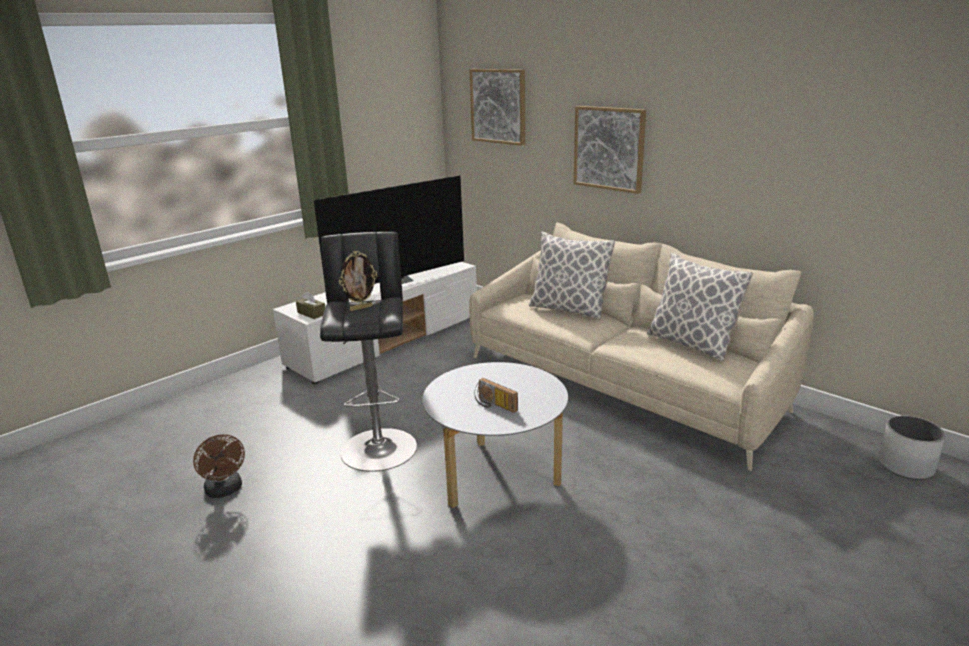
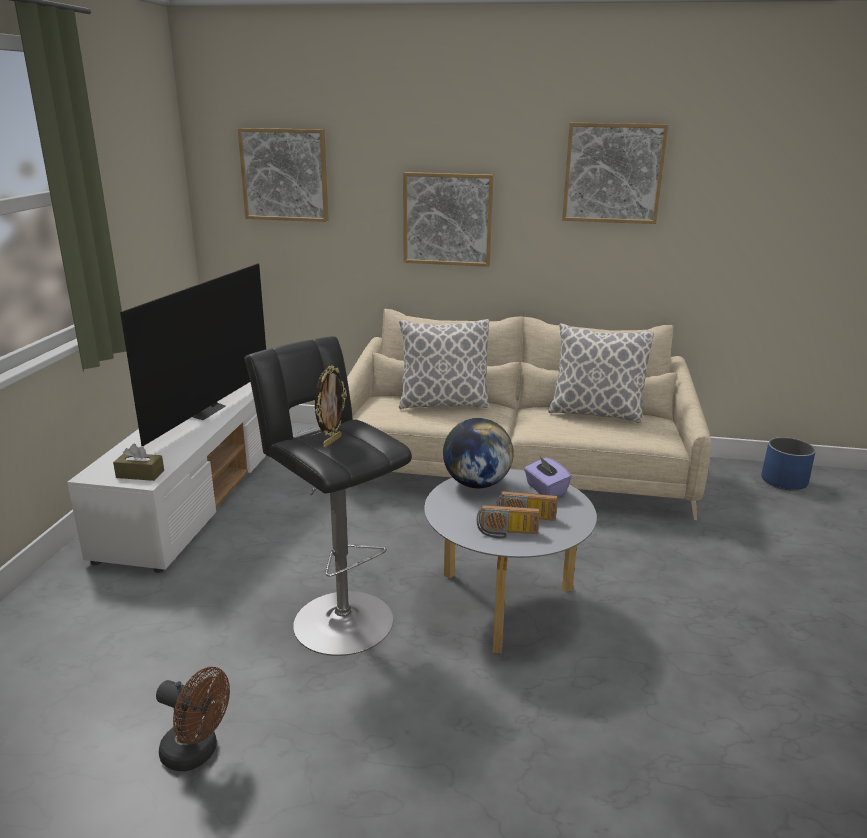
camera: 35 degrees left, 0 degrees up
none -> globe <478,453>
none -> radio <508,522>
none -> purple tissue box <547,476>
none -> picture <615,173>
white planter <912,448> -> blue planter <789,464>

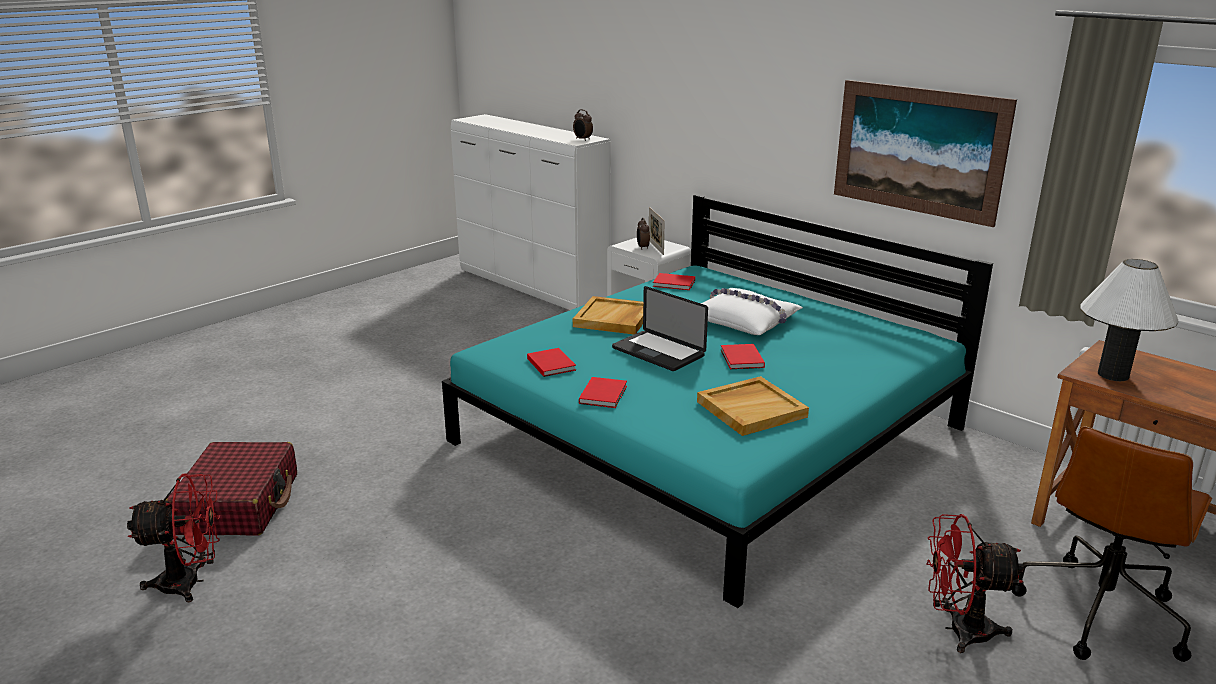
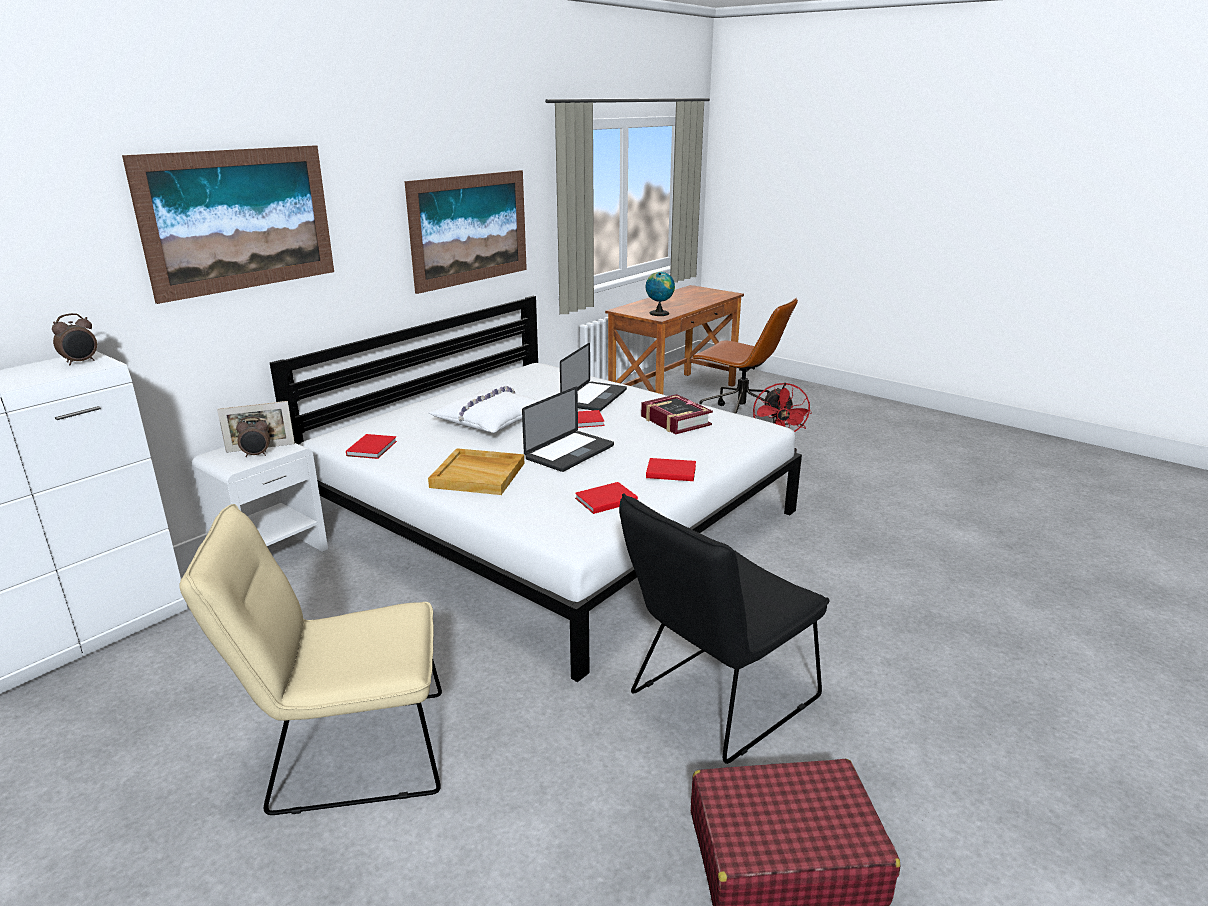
camera: 95 degrees left, 0 degrees up
red fan <173,537> -> none
none -> picture <228,224>
none -> beige chair <310,659>
none -> laptop <593,377>
none -> black chair <724,628>
beige tray <753,406> -> book <677,414>
white table lamp <1129,320> -> globe <660,294>
turquoise bed <717,401> -> white bed <536,489>

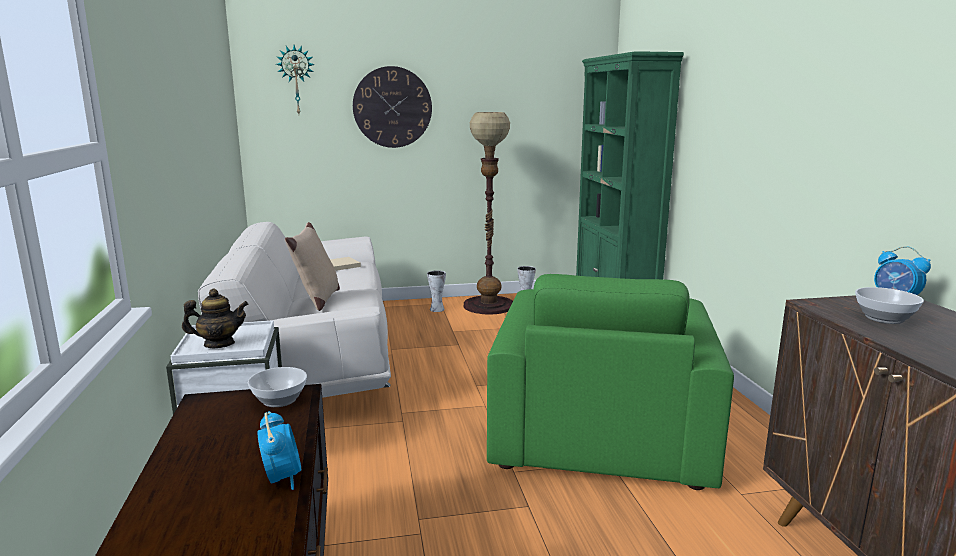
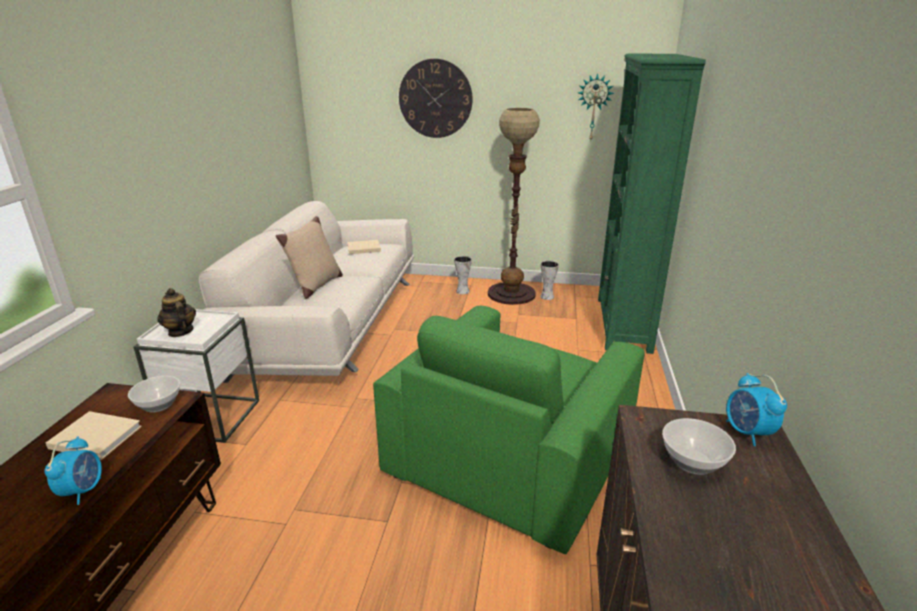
camera: 20 degrees right, 10 degrees up
none -> beige book <94,435>
wall clock <295,79> -> wall clock <596,107>, moved
teapot <215,318> -> teapot <176,312>, 135 degrees counterclockwise

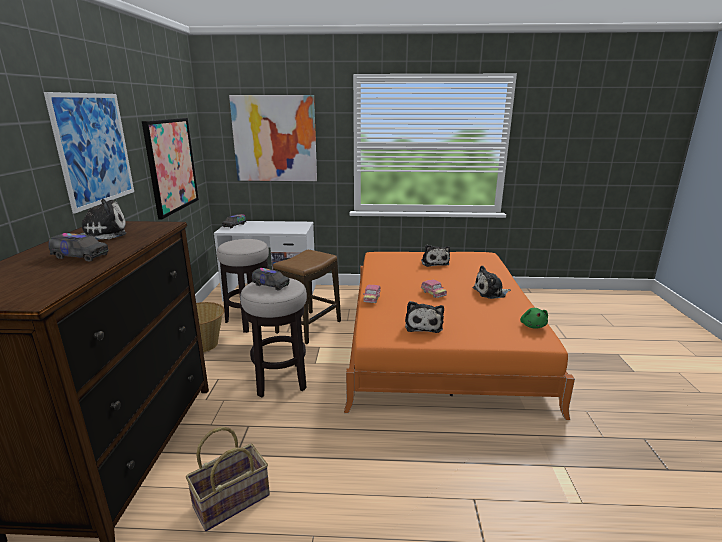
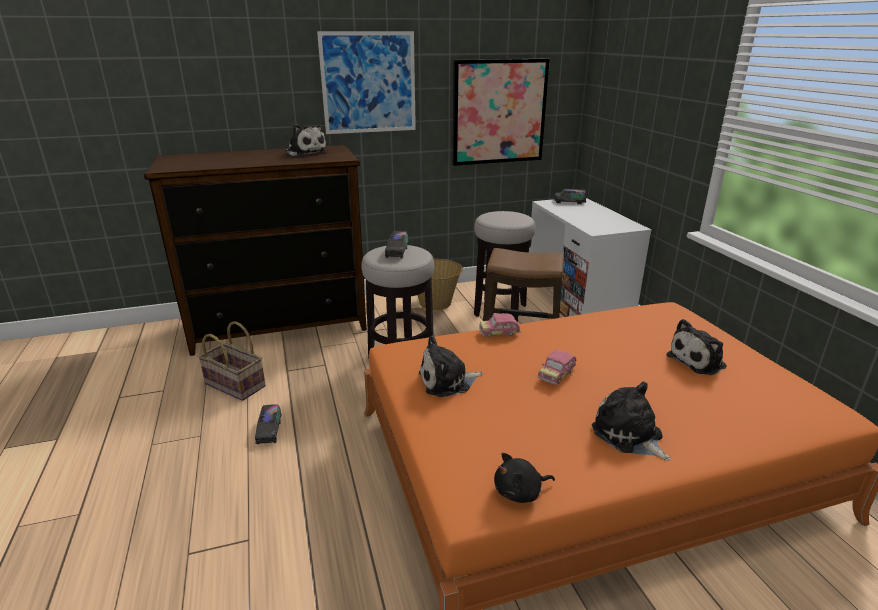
camera: 70 degrees right, 5 degrees up
picture <273,138> -> none
toy truck <78,247> -> toy truck <268,424>, moved
green plush toy <534,318> -> black plush toy <524,478>

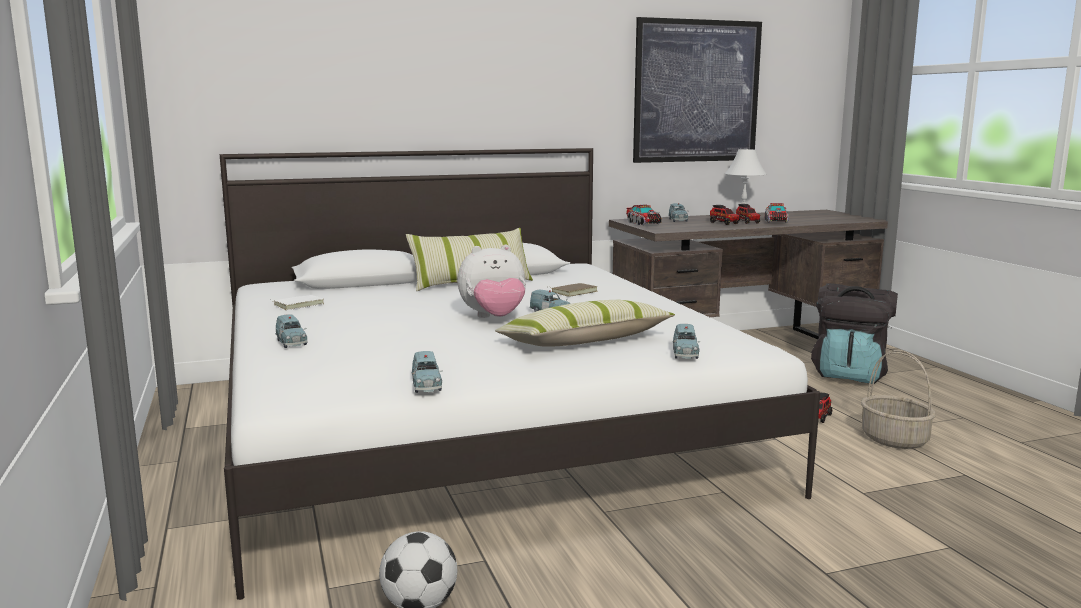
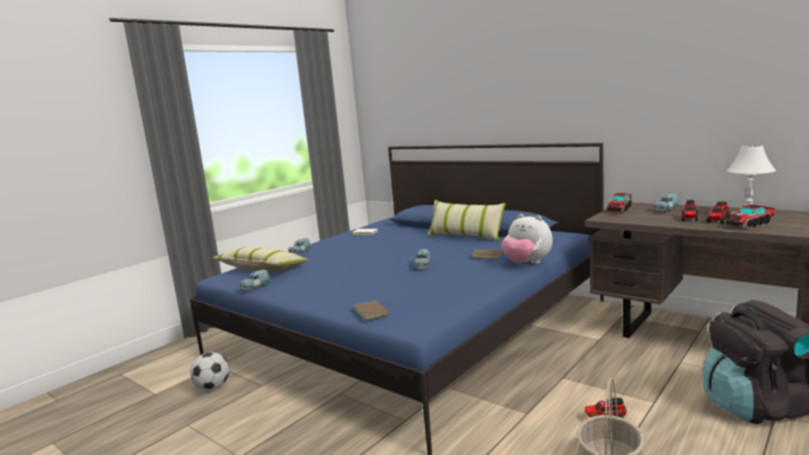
camera: 60 degrees right, 0 degrees up
picture <697,90> -> none
plush toy <492,281> -> plush toy <527,239>, moved
pillow <585,323> -> pillow <261,259>, moved
blue toy car <687,341> -> brown book <371,309>
white bed <520,374> -> blue bed <397,299>

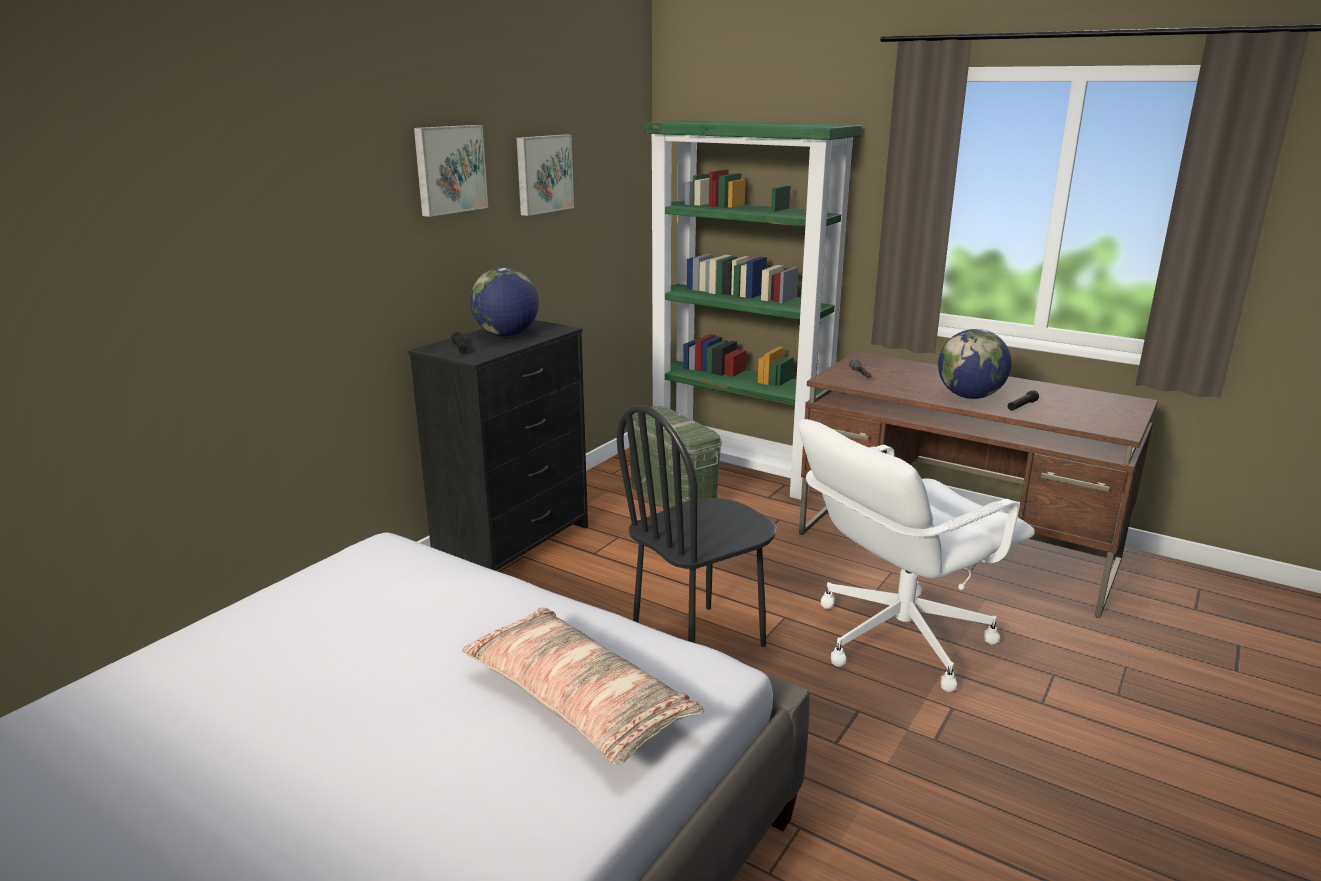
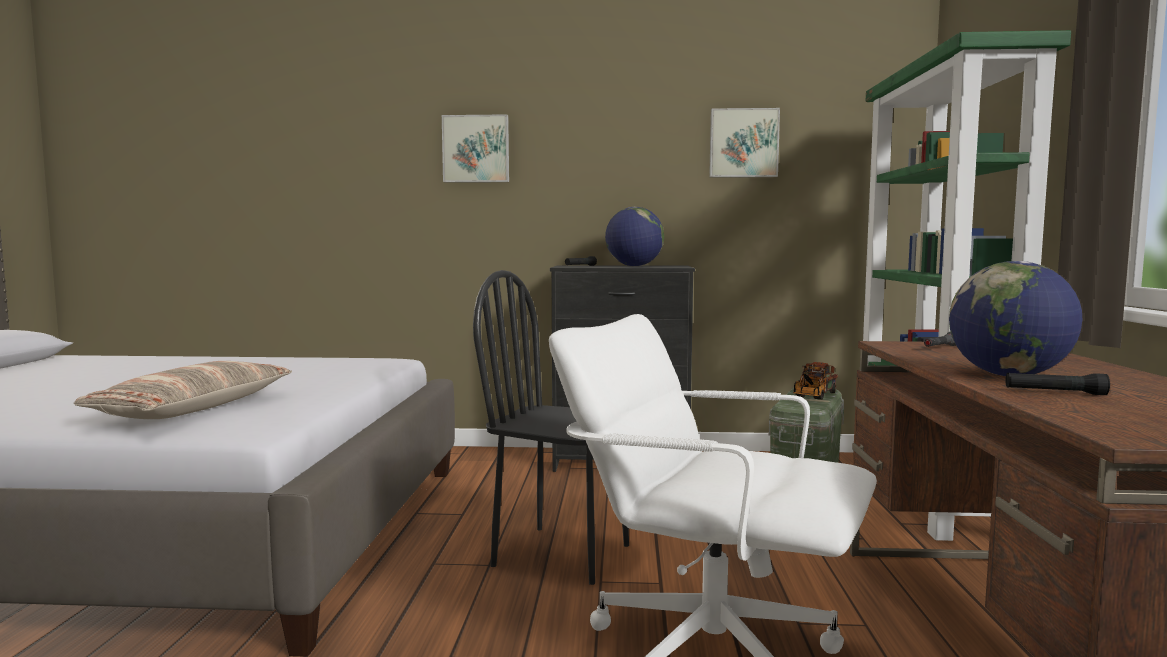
camera: 60 degrees right, 15 degrees down
none -> toy truck <815,381>
picture <451,171> -> picture <475,148>, moved

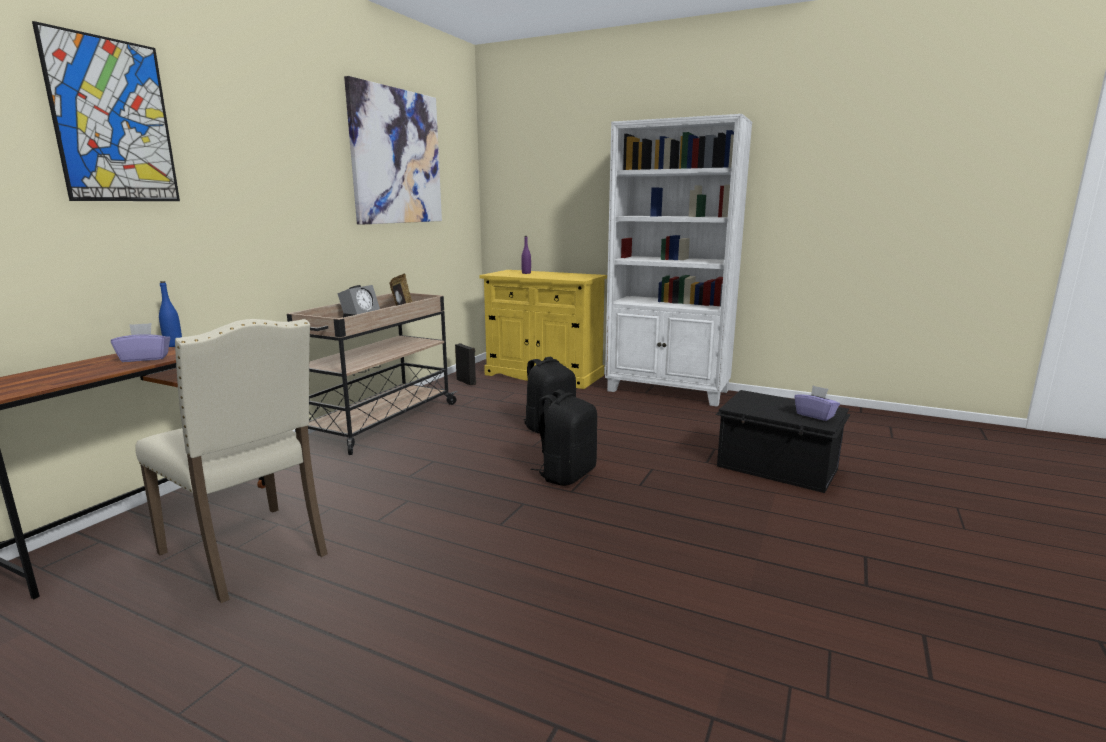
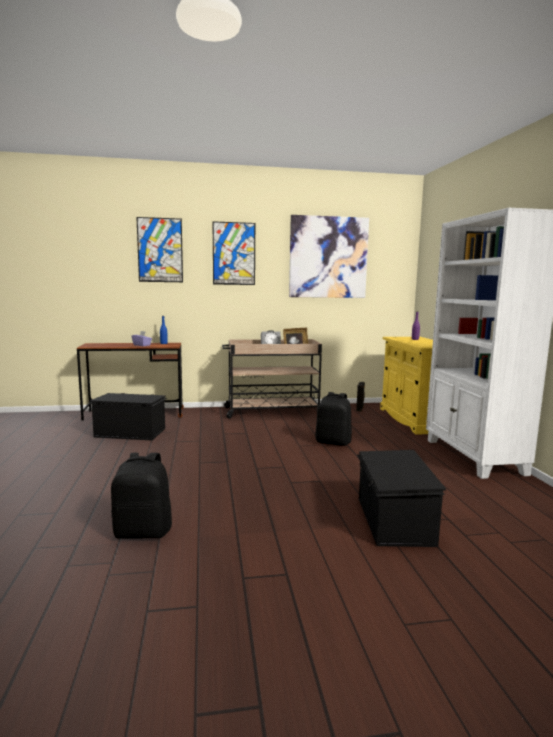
camera: 55 degrees right, 5 degrees down
purple tissue box <817,403> -> none
none -> picture <234,253>
black backpack <563,438> -> black backpack <141,495>, moved
beige chair <231,461> -> black storage box <128,416>

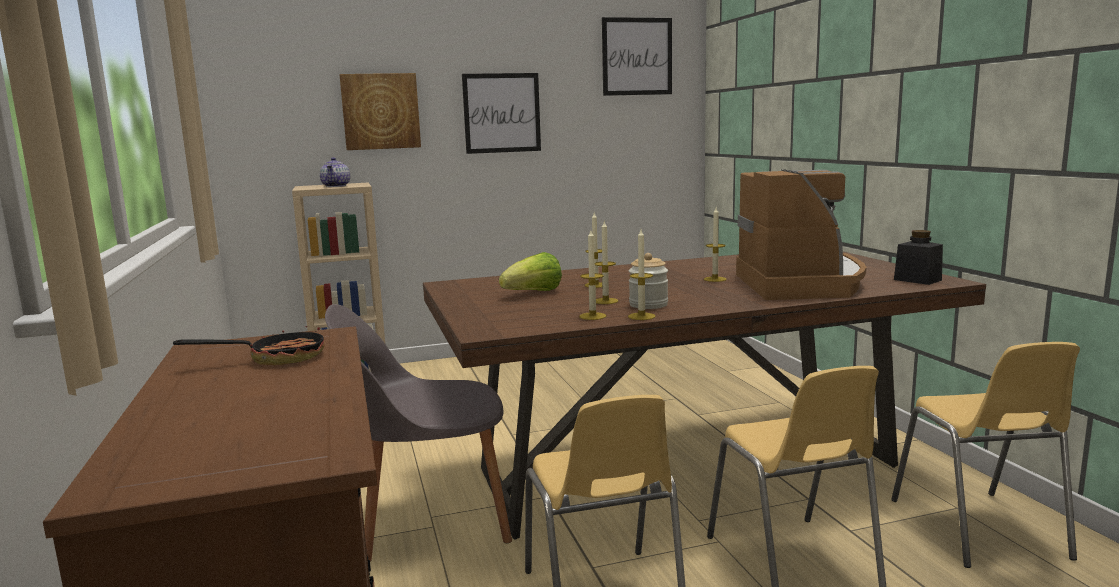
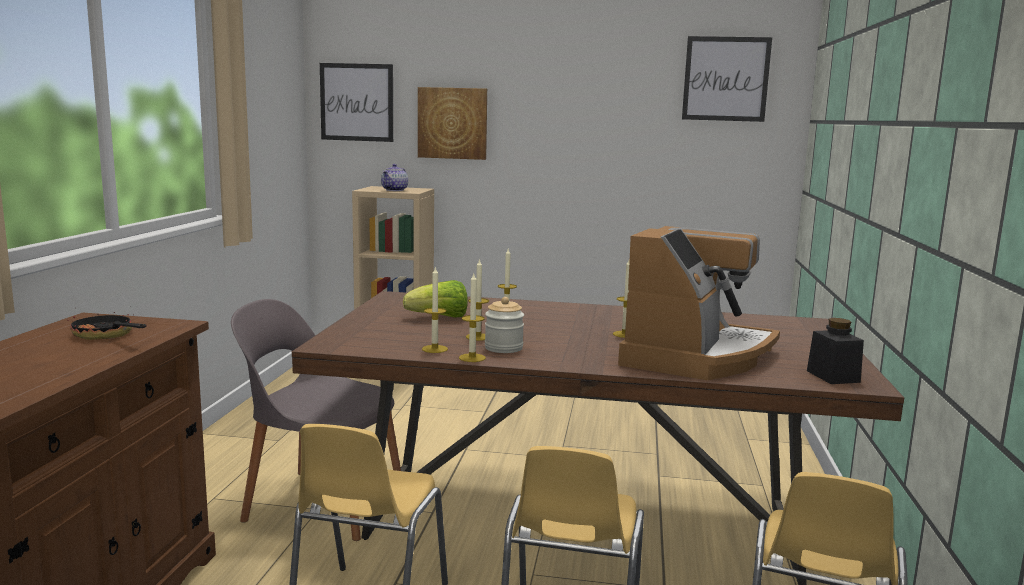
camera: 25 degrees right, 0 degrees up
picture <501,113> -> picture <356,102>, moved
frying pan <249,341> -> frying pan <107,323>, 150 degrees counterclockwise

